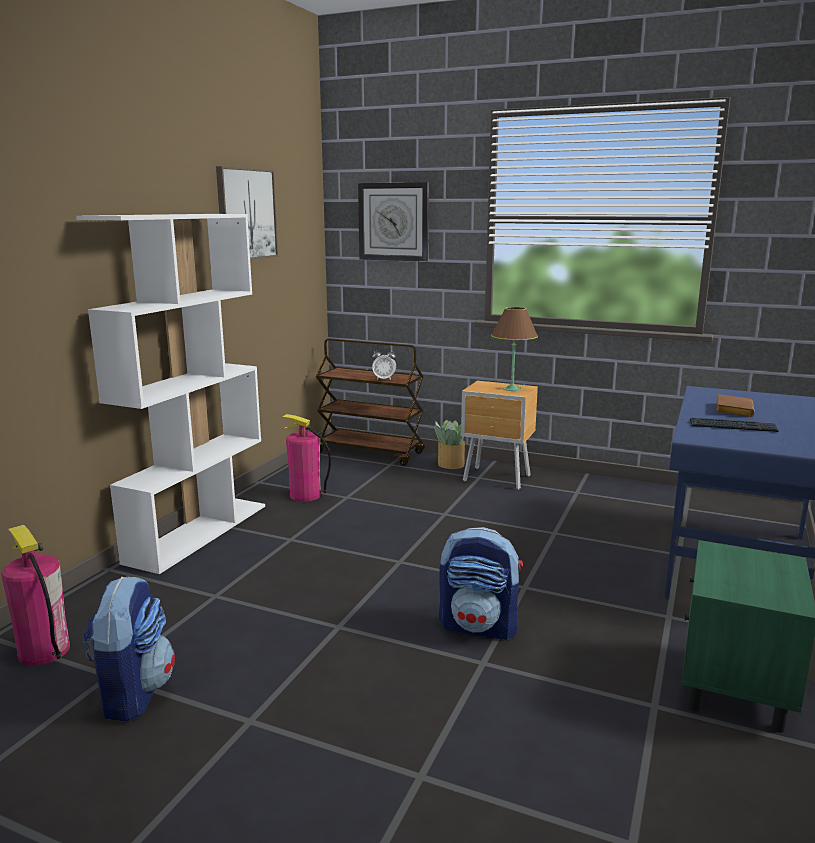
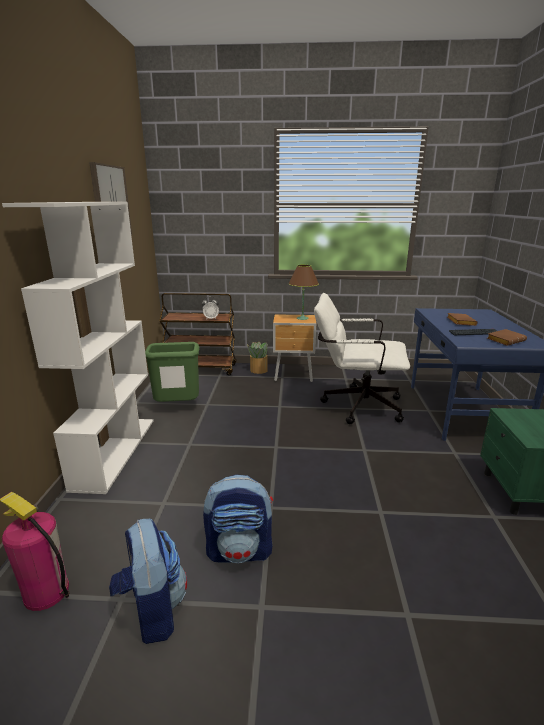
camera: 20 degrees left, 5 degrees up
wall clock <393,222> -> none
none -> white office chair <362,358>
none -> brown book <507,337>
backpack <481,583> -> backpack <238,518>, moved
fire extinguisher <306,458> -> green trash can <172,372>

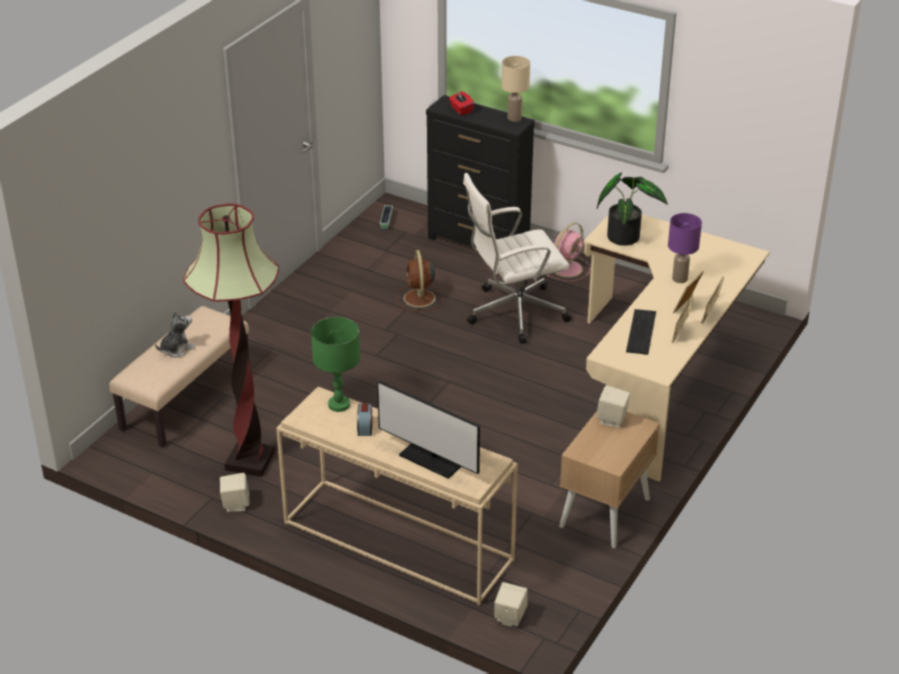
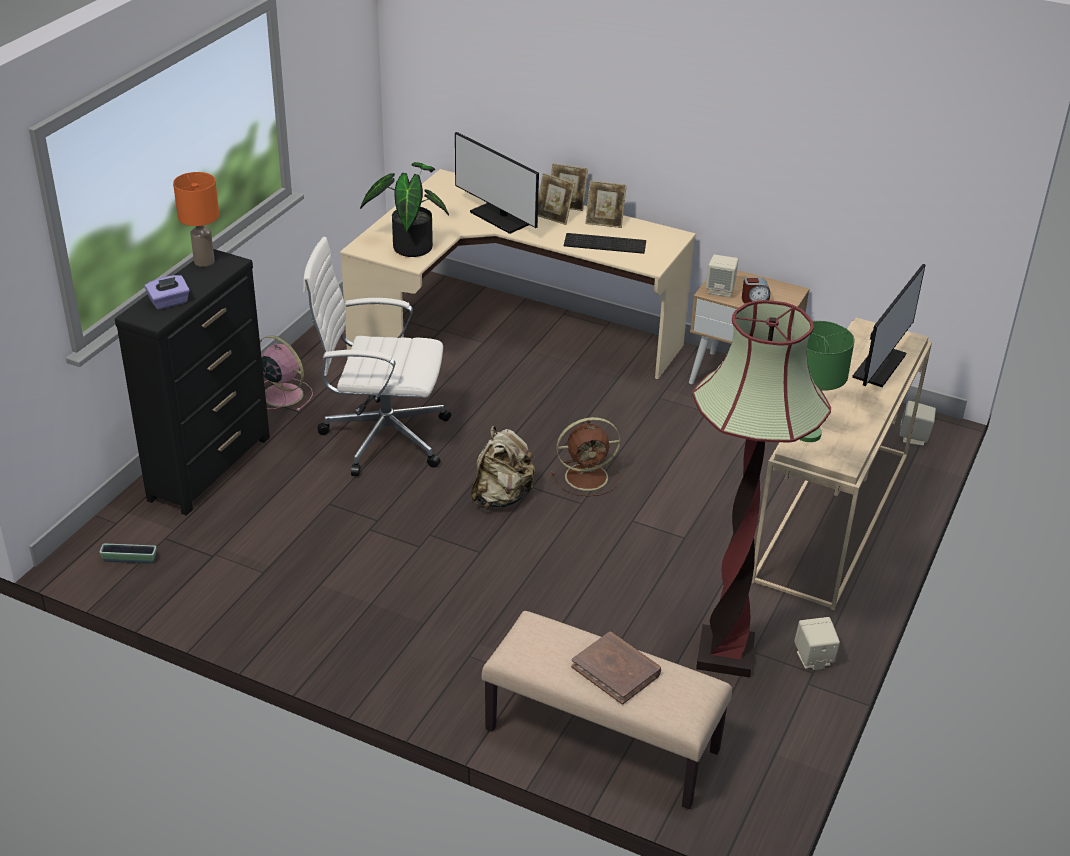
camera: 95 degrees left, 0 degrees up
none -> beige backpack <503,467>
alarm clock <365,419> -> alarm clock <756,290>, moved
brown fan <420,281> -> brown fan <586,456>, moved
plush toy <175,334> -> brown book <616,668>
purple table lamp <685,248> -> monitor <497,183>
red tissue box <461,103> -> purple tissue box <167,292>
beige table lamp <515,89> -> orange table lamp <196,219>
white office chair <517,258> -> white office chair <377,356>, 120 degrees clockwise

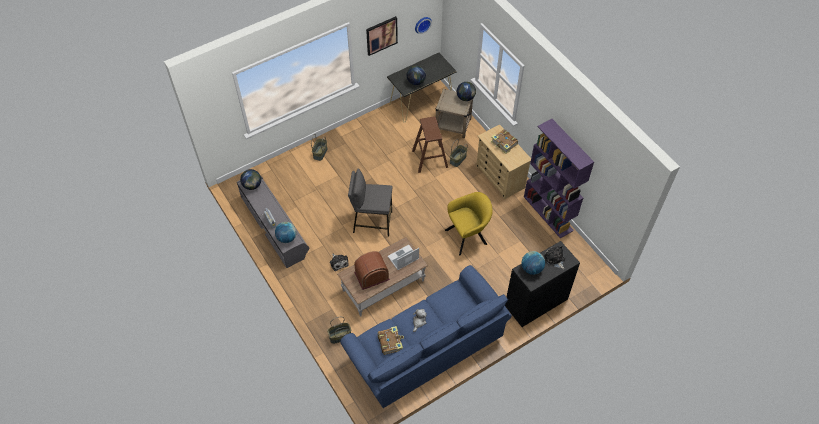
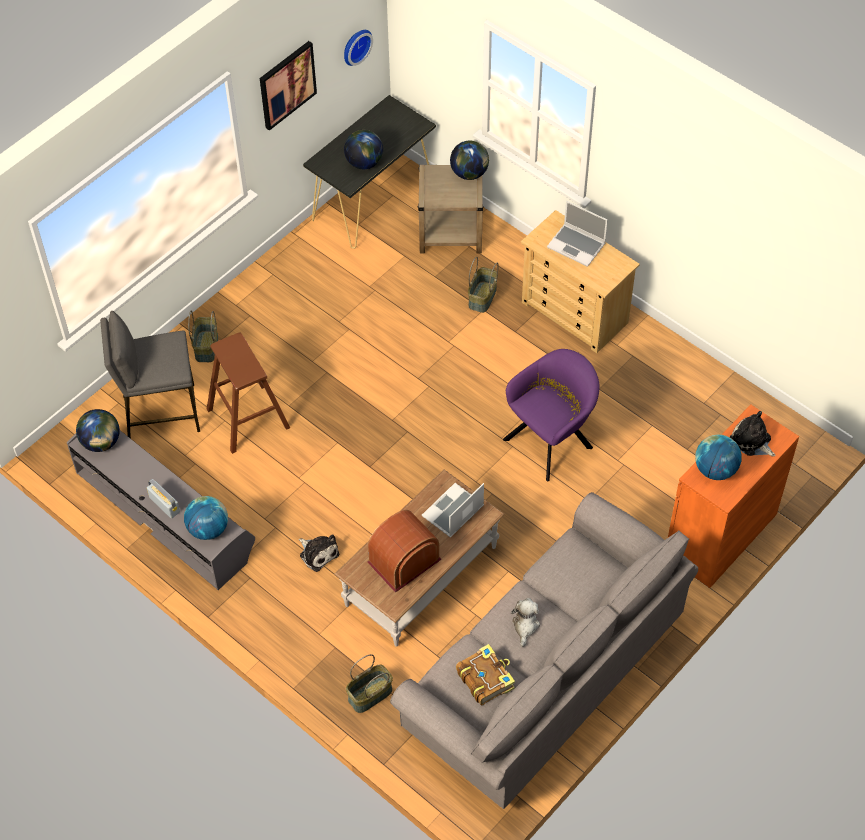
camera: 15 degrees left, 0 degrees up
purple bookcase <559,178> -> none
grey stool <370,203> -> grey stool <150,374>, moved
brown stool <430,145> -> brown stool <248,393>, moved
book <504,141> -> laptop <577,234>
blue sofa <426,336> -> grey sofa <544,650>
yellow armchair <469,223> -> purple armchair <551,415>
black cabinet <542,284> -> orange cabinet <733,496>

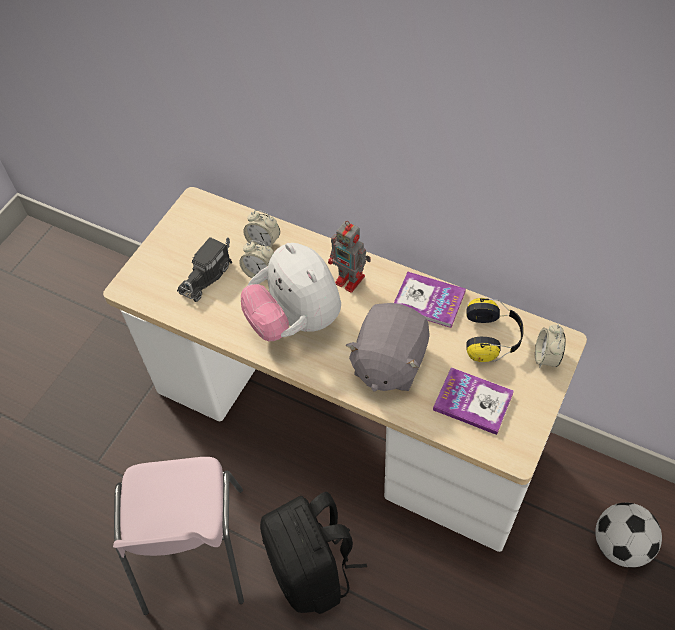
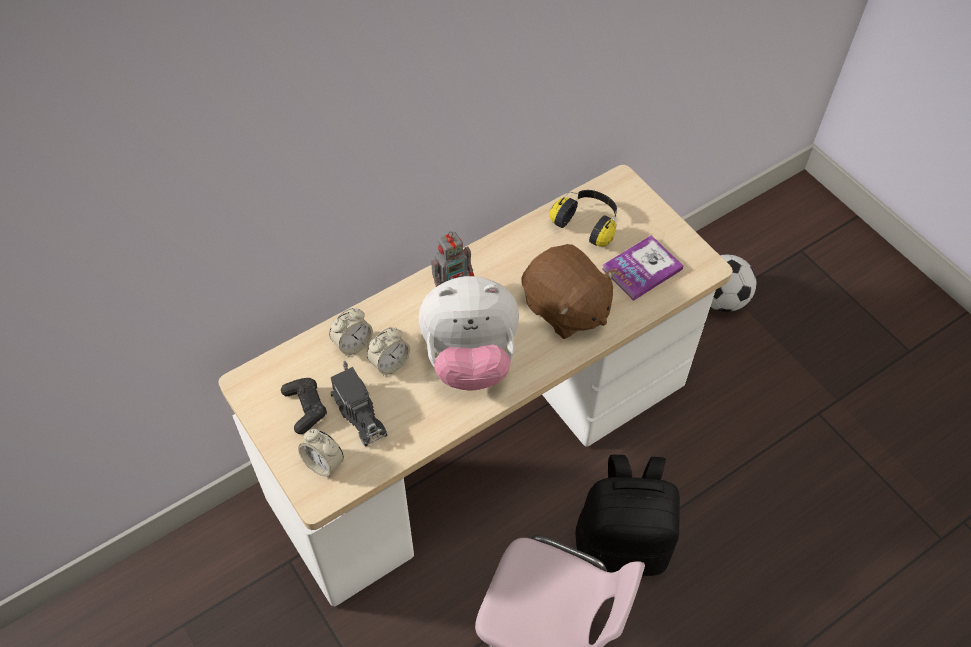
camera: 65 degrees left, 0 degrees up
book <430,300> -> none
none -> black game controller <304,406>
alarm clock <550,346> -> alarm clock <321,453>, moved
grey plush toy <388,347> -> brown plush toy <569,291>

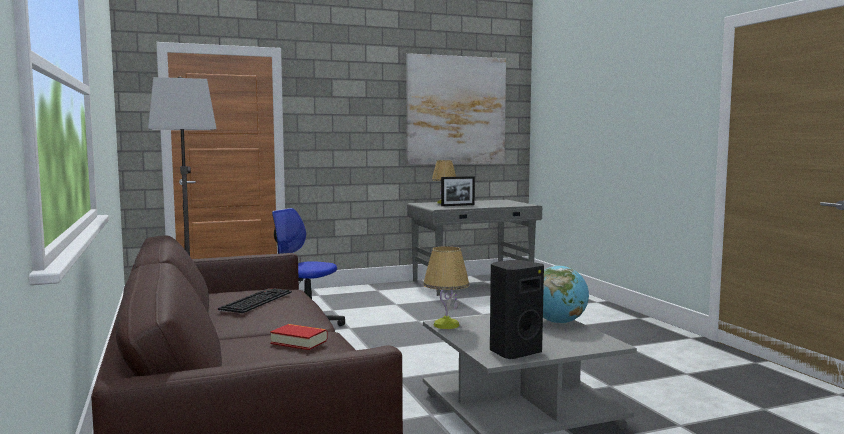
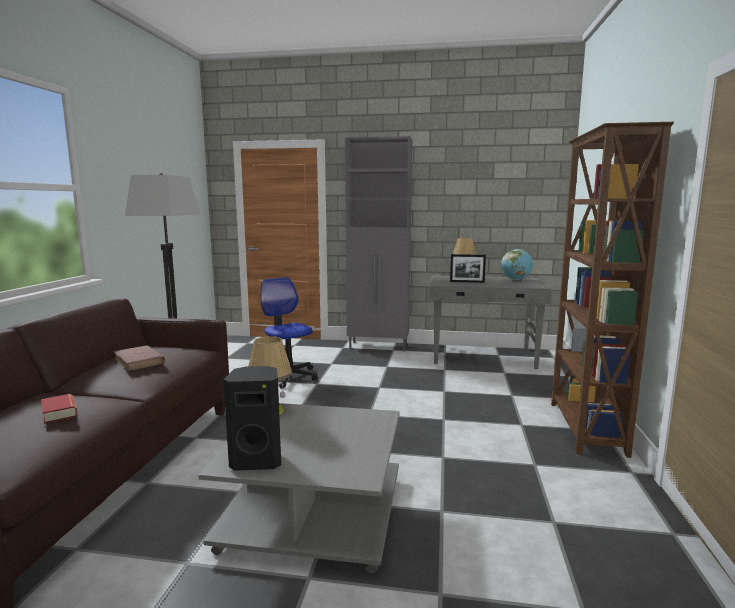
camera: 30 degrees right, 5 degrees up
picture <456,109> -> none
none -> grey cabinet <378,244>
none -> brown bookcase <612,290>
globe <566,294> -> globe <517,264>, moved
keyboard <255,300> -> brown book <139,358>

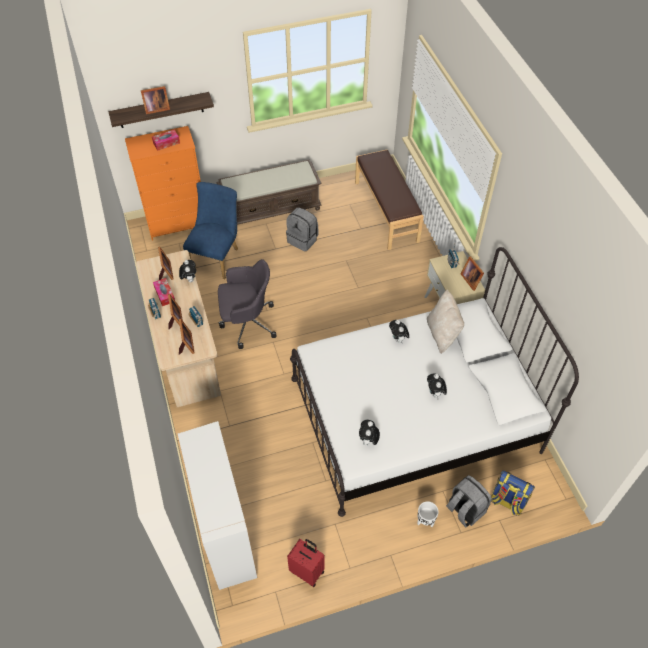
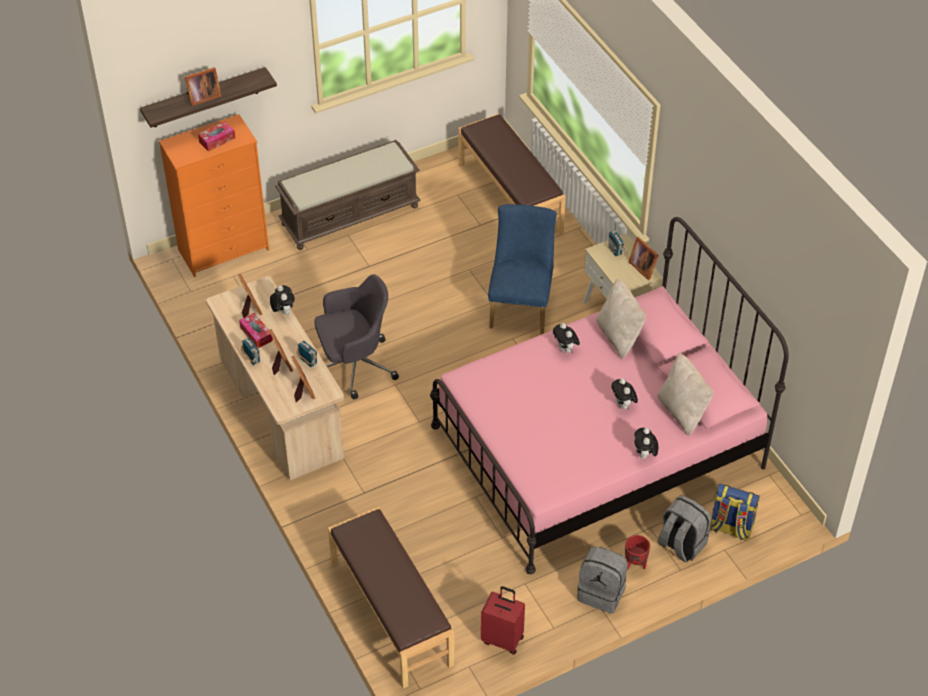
camera: 10 degrees left, 5 degrees down
none -> beige pillow <686,394>
blue chair <210,230> -> blue chair <522,269>, moved
grey backpack <302,229> -> grey backpack <602,580>, moved
plush toy <369,432> -> plush toy <647,444>, moved
white cabinet <218,505> -> brown bench <391,598>
white bed <434,382> -> pink bed <609,395>
white planter <428,514> -> red planter <637,552>

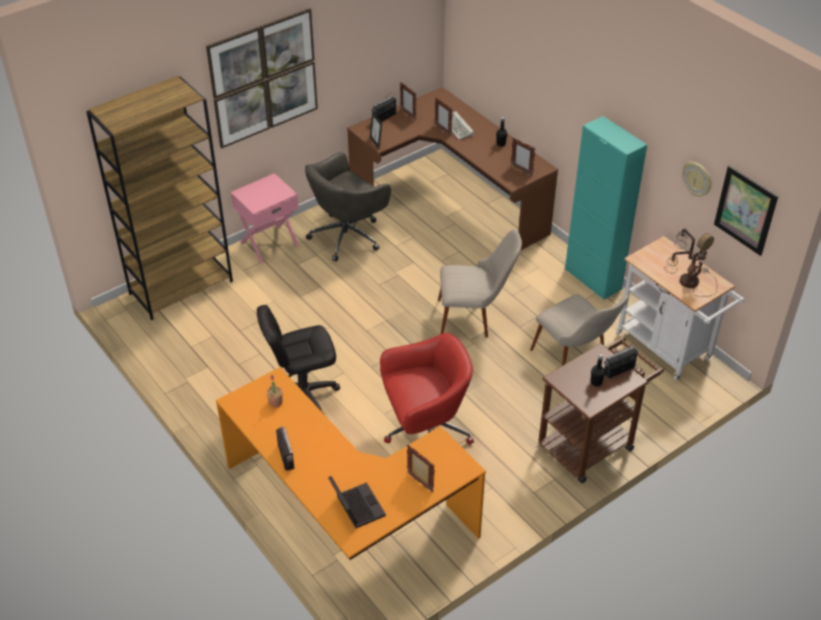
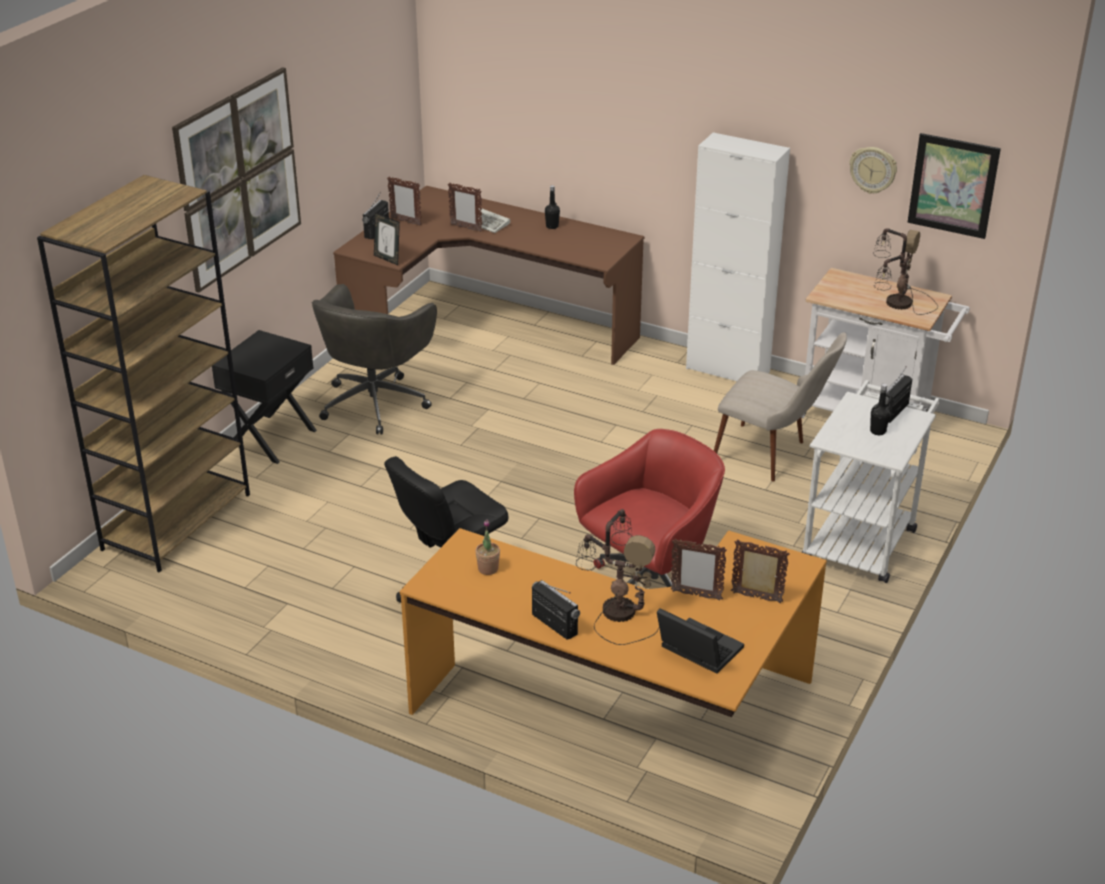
camera: 25 degrees left, 10 degrees down
beige chair <480,283> -> none
none -> table lamp <617,577>
picture frame <523,157> -> picture frame <699,570>, moved
pink nightstand <265,218> -> black nightstand <264,397>
brown cart <601,410> -> white cart <871,481>
turquoise cabinet <606,208> -> white cabinet <738,256>

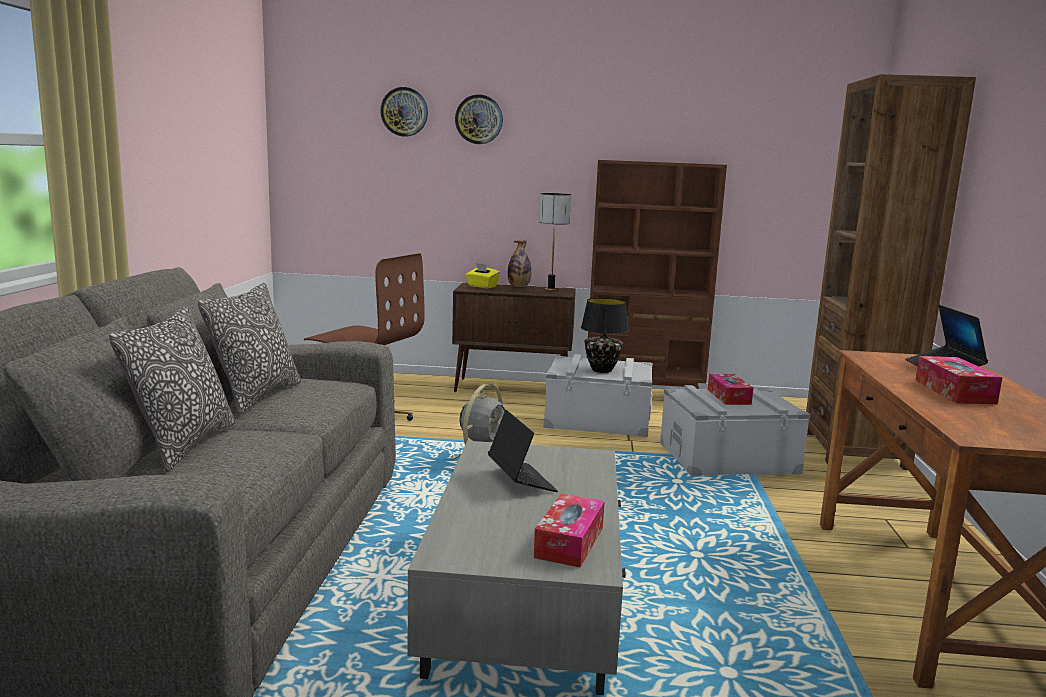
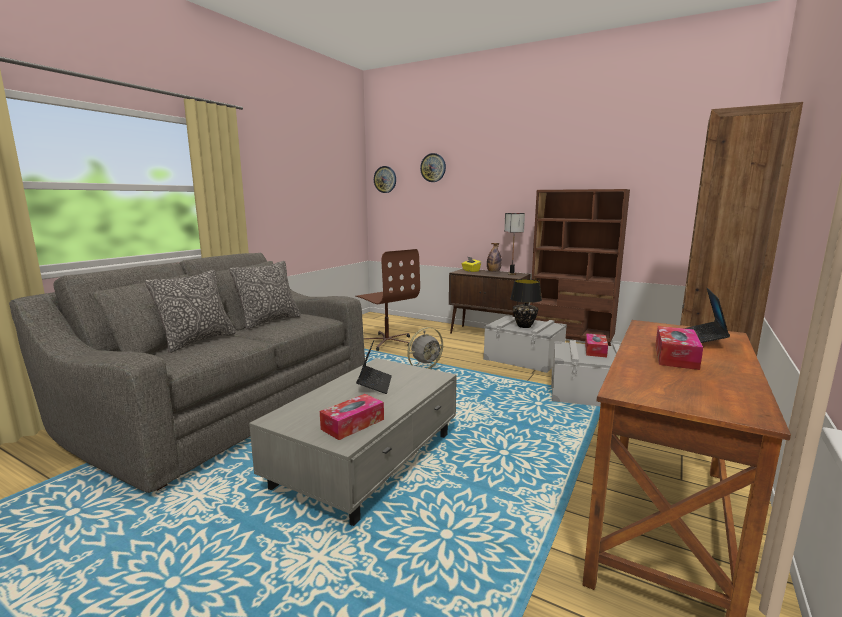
camera: 25 degrees right, 0 degrees up
wall clock <479,119> -> wall clock <385,179>, moved

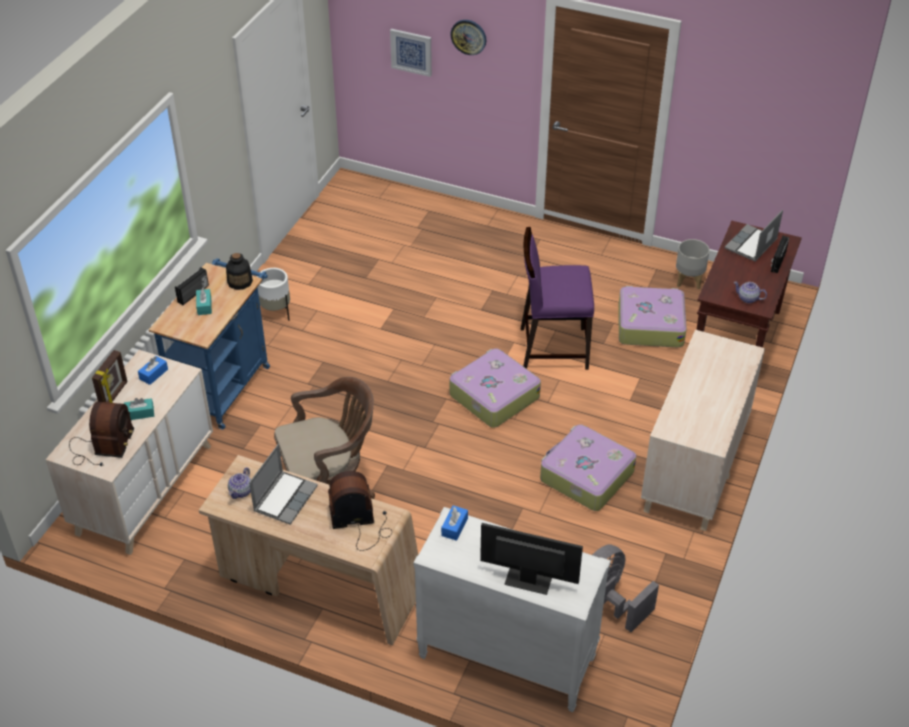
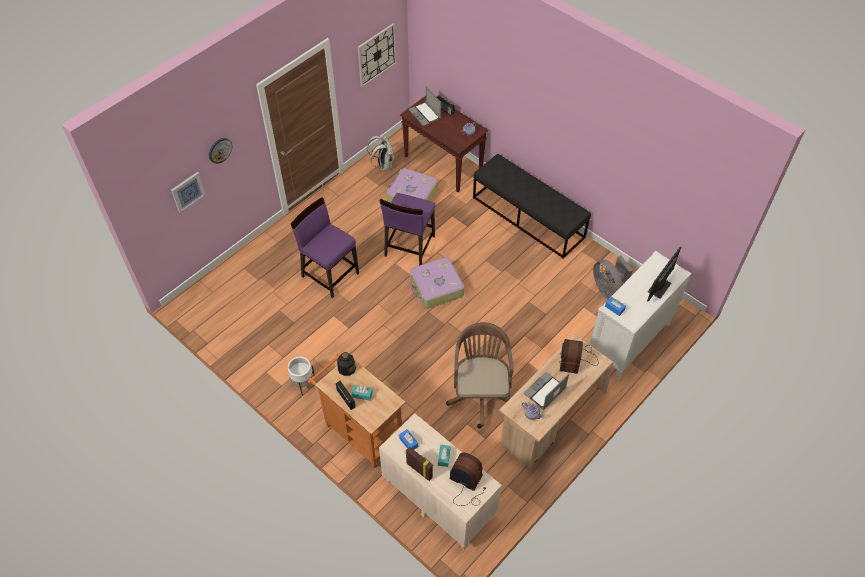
camera: 70 degrees left, 10 degrees up
suitcase <588,467> -> none
none -> purple chair <325,247>
none -> wall clock <377,55>
beige dresser <703,430> -> black bench <532,206>
grey planter <693,264> -> white backpack <380,153>
blue cart <209,344> -> orange cart <357,410>
laptop <283,484> -> laptop <546,391>, 90 degrees counterclockwise

